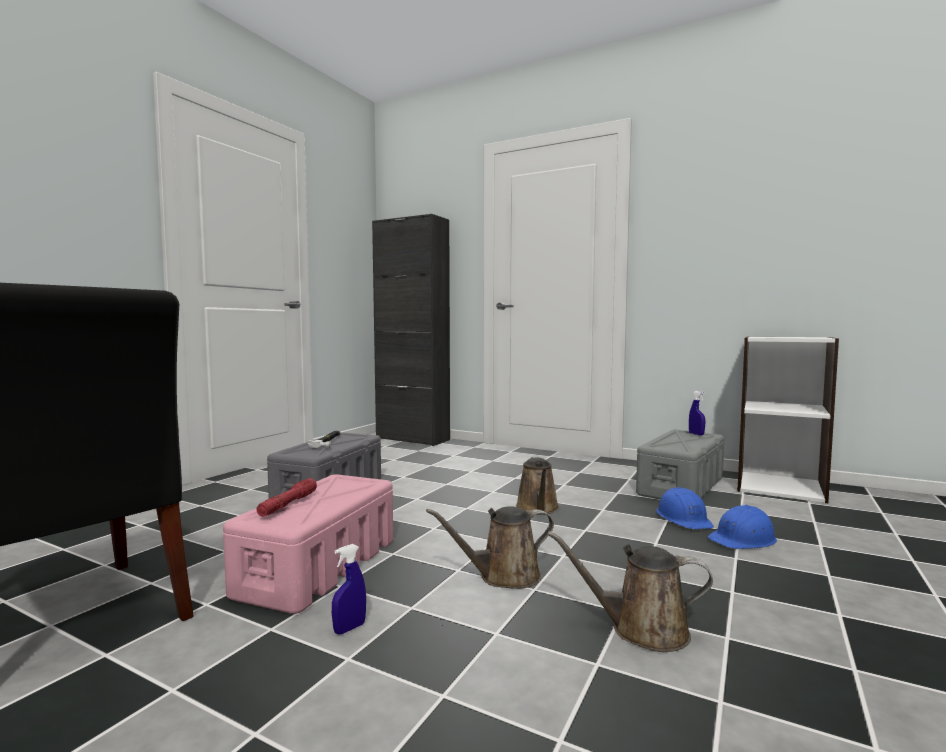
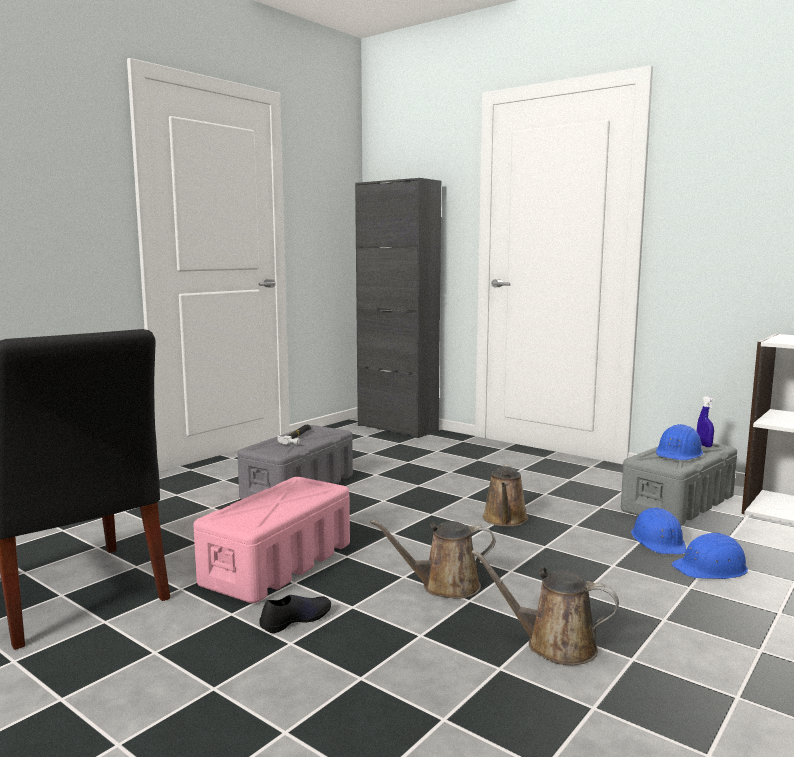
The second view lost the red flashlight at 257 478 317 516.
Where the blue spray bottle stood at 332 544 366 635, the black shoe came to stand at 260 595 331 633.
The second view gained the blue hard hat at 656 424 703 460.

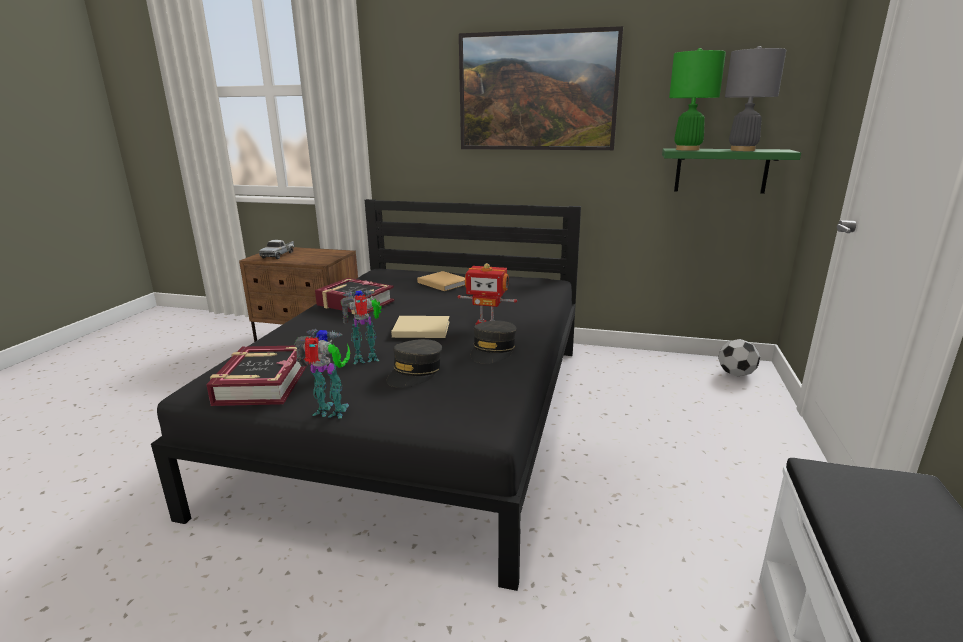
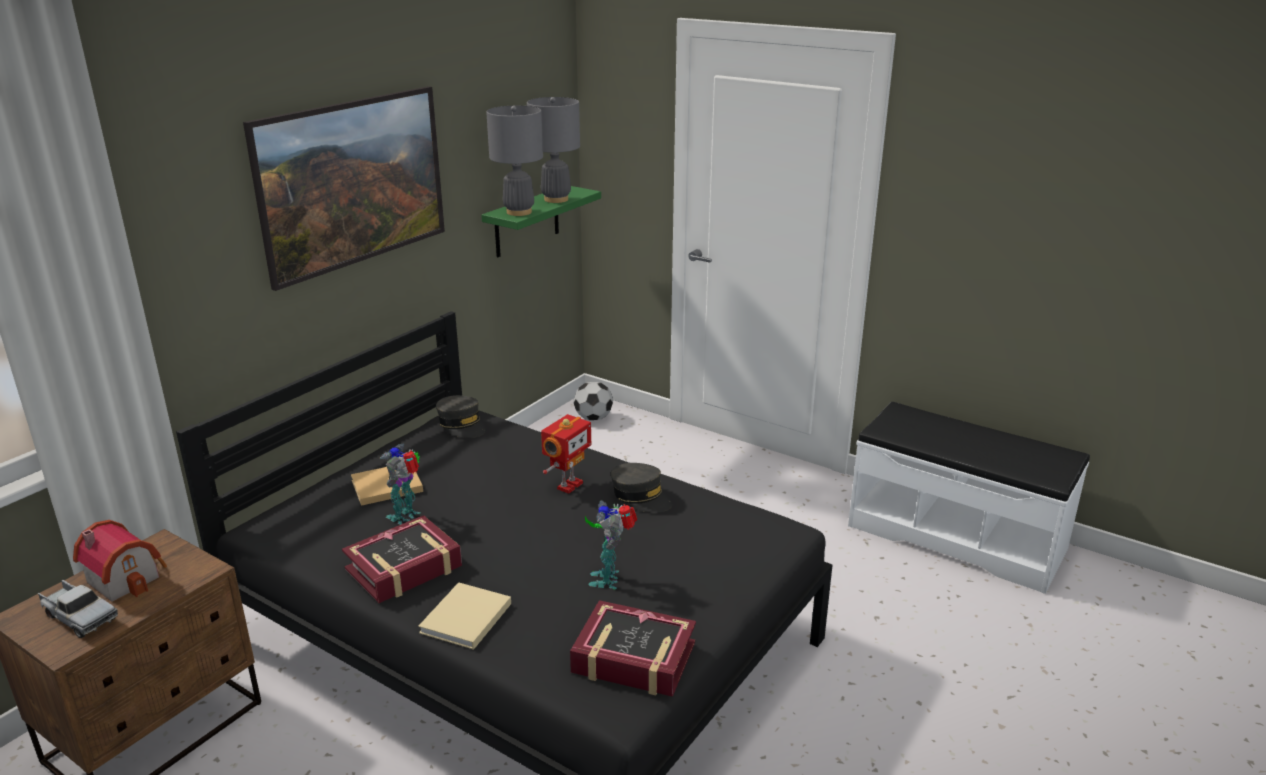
What was the green table lamp at 669 48 726 151 turned into the grey table lamp at 486 106 543 216.
The beige book ended up elsewhere, having gone from 391 316 450 338 to 418 582 511 650.
The toy robot ended up elsewhere, having gone from 294 329 351 419 to 379 444 420 525.
The grey cap ended up elsewhere, having gone from 386 339 442 388 to 436 395 486 438.
The second view gained the toy house at 73 520 167 602.

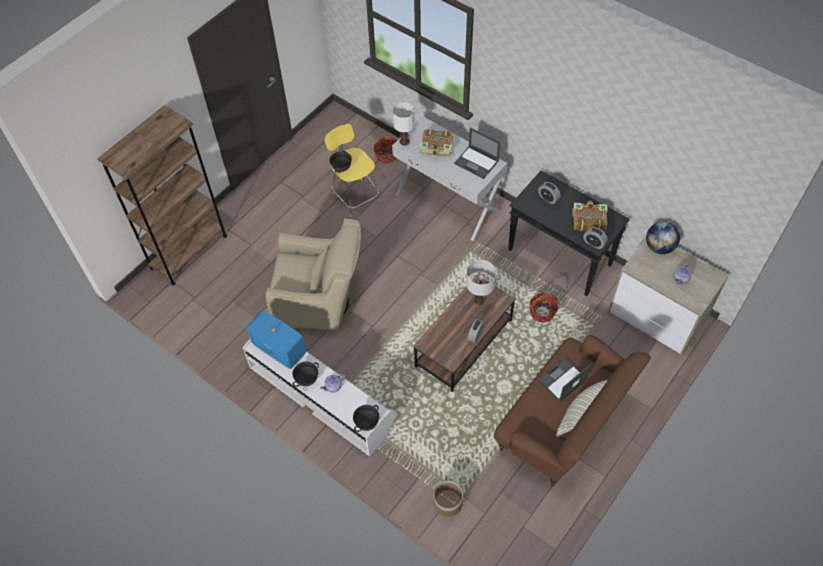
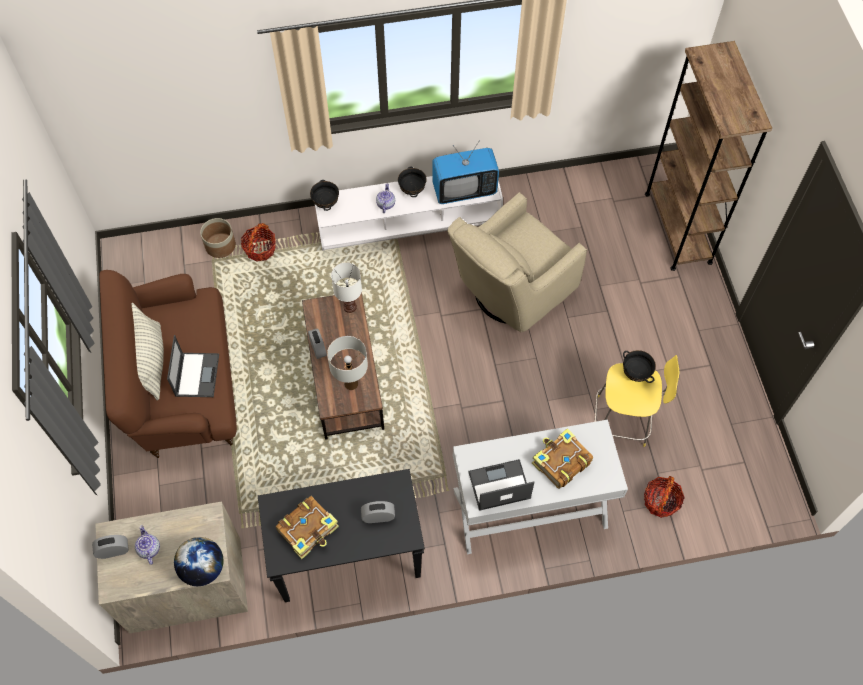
The white table lamp ended up elsewhere, having gone from 393 102 415 146 to 331 262 362 313.
The alarm clock ended up elsewhere, having gone from 583 227 608 249 to 92 535 129 559.
The basket ended up elsewhere, having gone from 529 293 558 322 to 241 223 276 262.

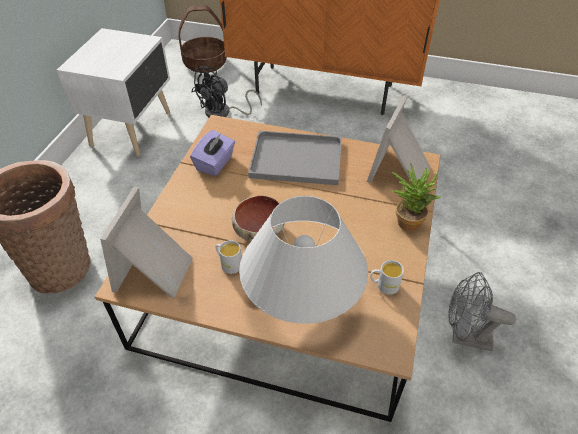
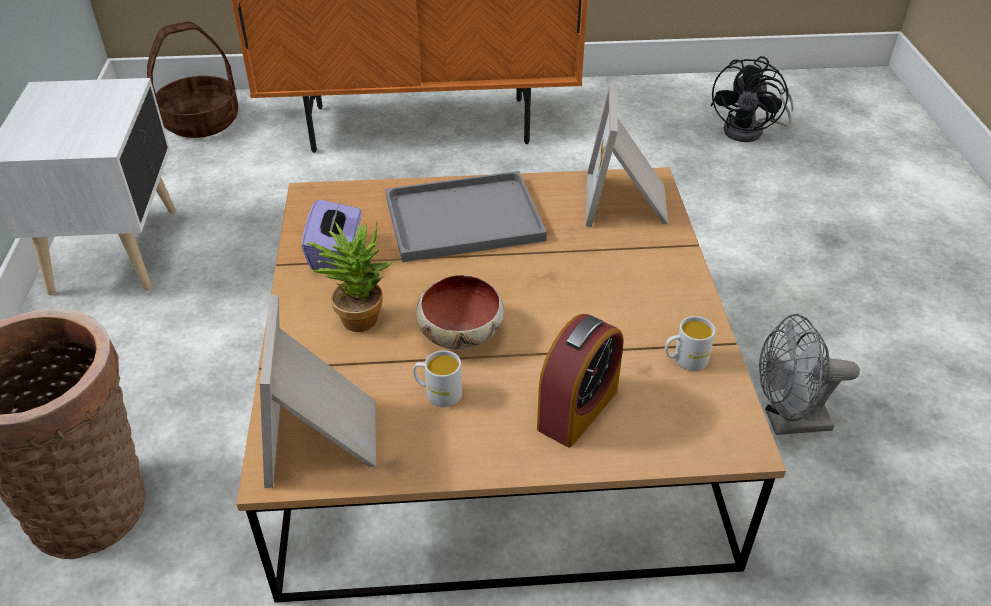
The black fan ended up elsewhere, having gone from 192 66 262 117 to 711 56 794 142.
The potted plant ended up elsewhere, having gone from 391 164 440 231 to 306 221 392 332.
Where the white table lamp stood at 239 196 368 324, the alarm clock came to stand at 537 314 624 447.

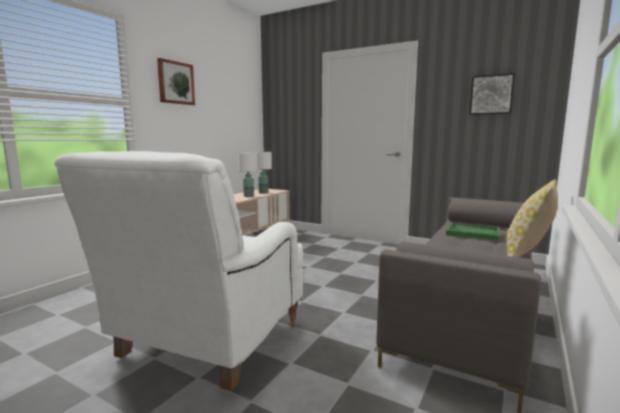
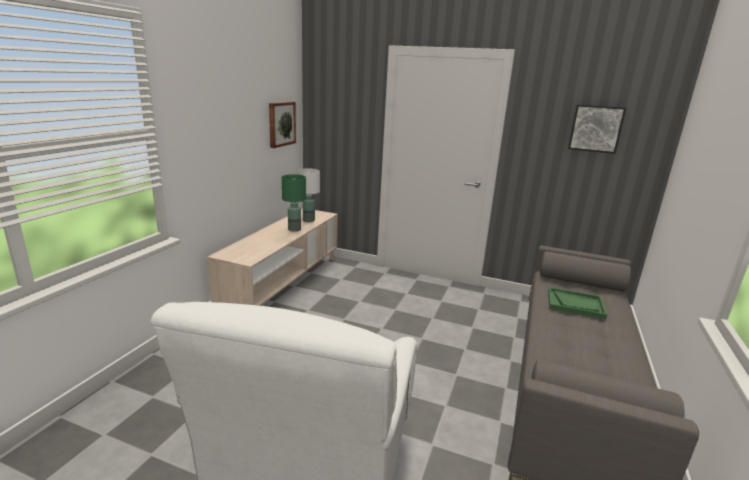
The picture ended up elsewhere, having gone from 157 58 195 105 to 269 102 296 148.
What was the white table lamp at 238 153 258 197 turned into the green table lamp at 282 174 306 232.
The second view lost the pillow at 507 179 558 257.

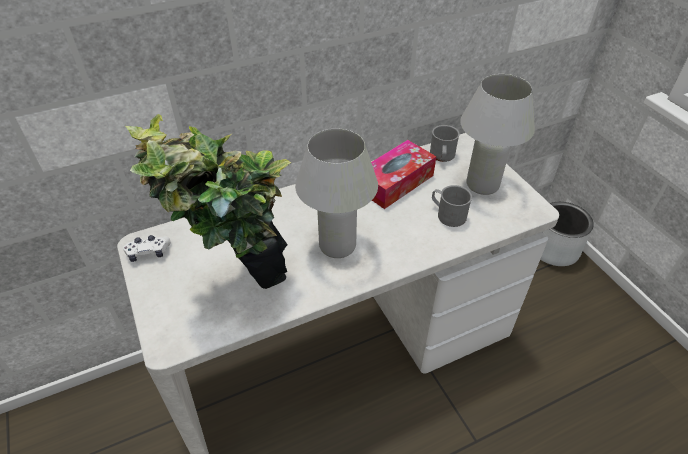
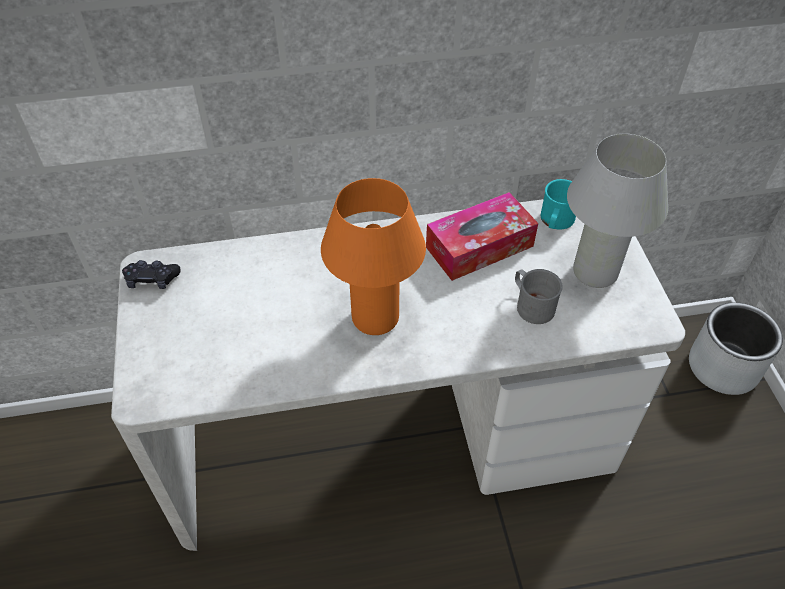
The second view lost the potted plant at 125 114 291 289.
What was the grey mug at 430 125 460 162 turned into the turquoise mug at 541 179 576 230.
What was the white table lamp at 295 129 378 258 turned into the orange table lamp at 321 178 426 335.
What was the white game controller at 123 235 171 262 turned into the black game controller at 122 260 180 289.

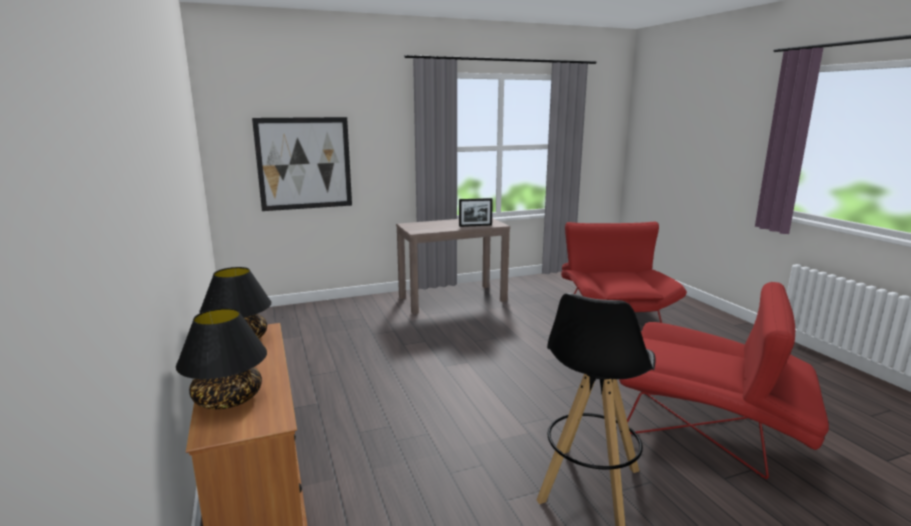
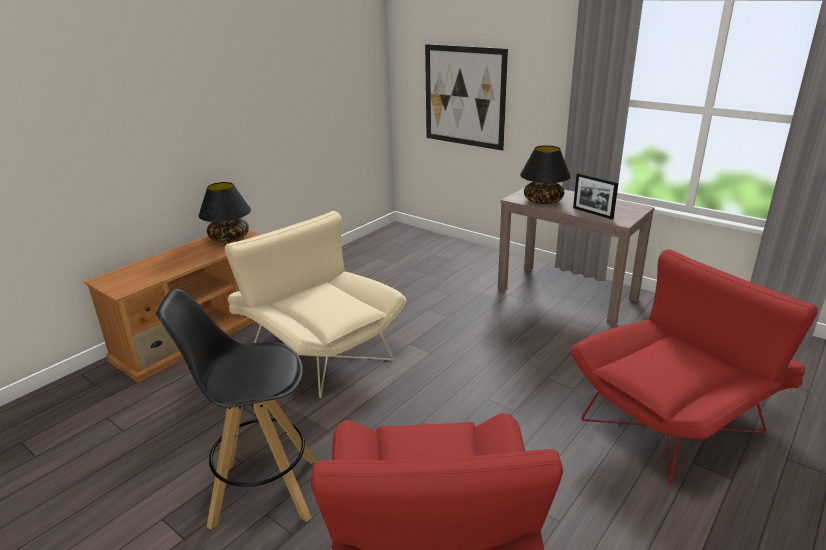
The black table lamp ended up elsewhere, having gone from 176 308 267 409 to 520 145 571 204.
The second view gained the beige armchair at 225 211 406 398.

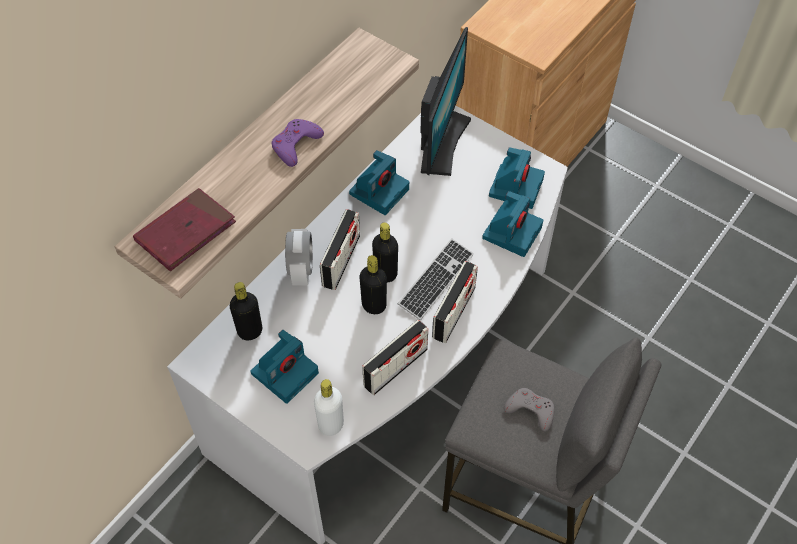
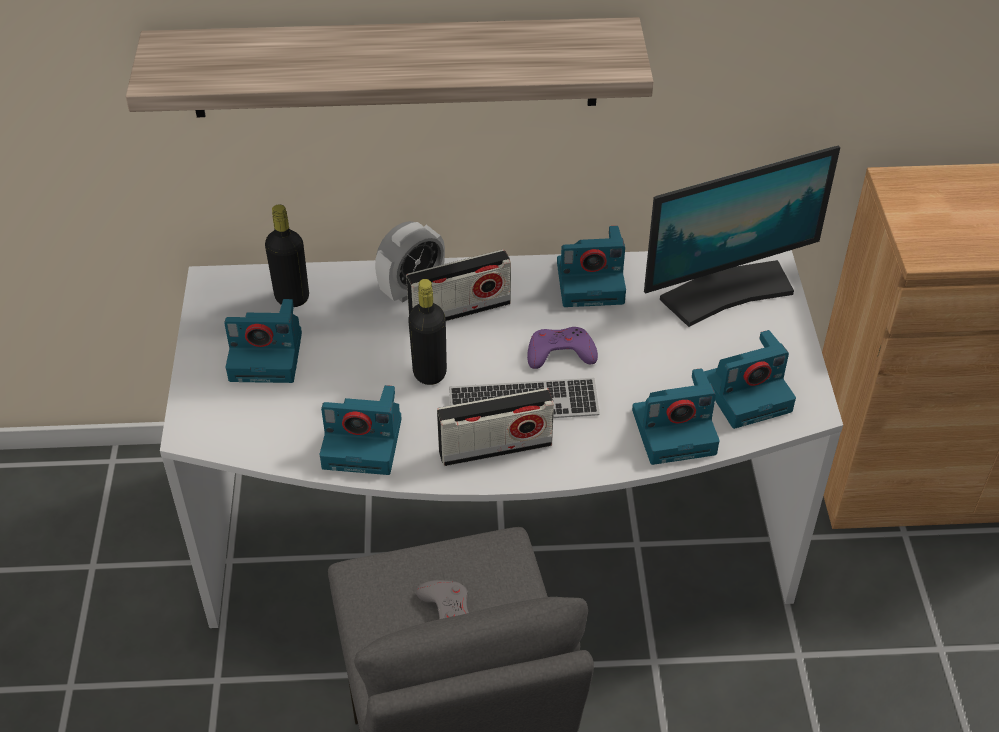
The purple game controller ended up elsewhere, having gone from 271 119 324 167 to 527 327 598 369.
The second view lost the red book at 133 188 236 271.
The second view lost the black bottle at 372 222 398 282.
Where the radio stood at 362 320 428 395, the photo camera came to stand at 320 385 402 475.
The second view lost the white bottle at 314 379 344 436.

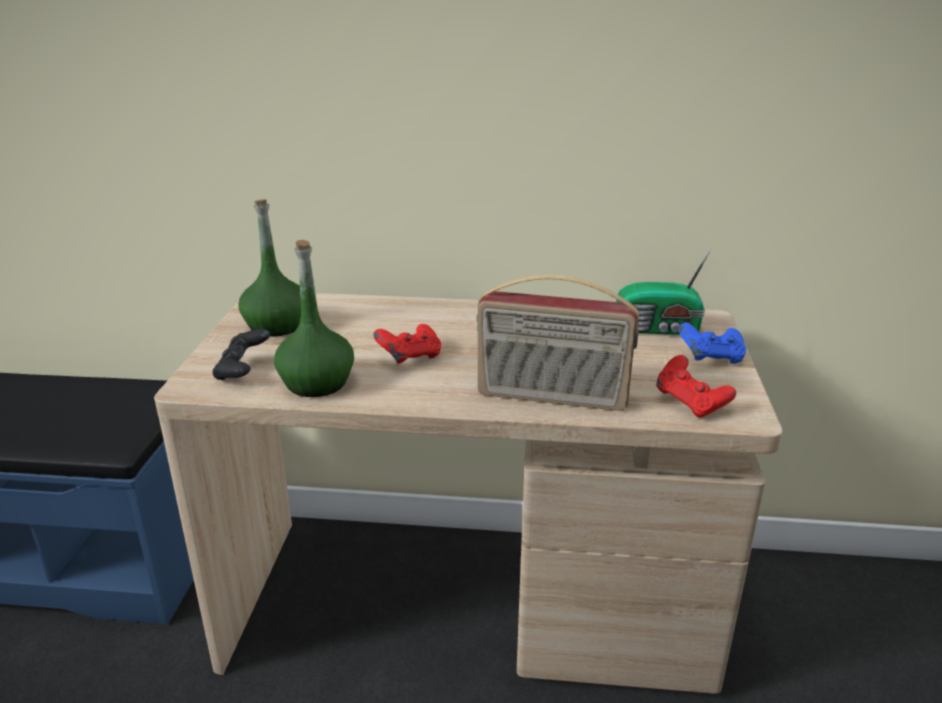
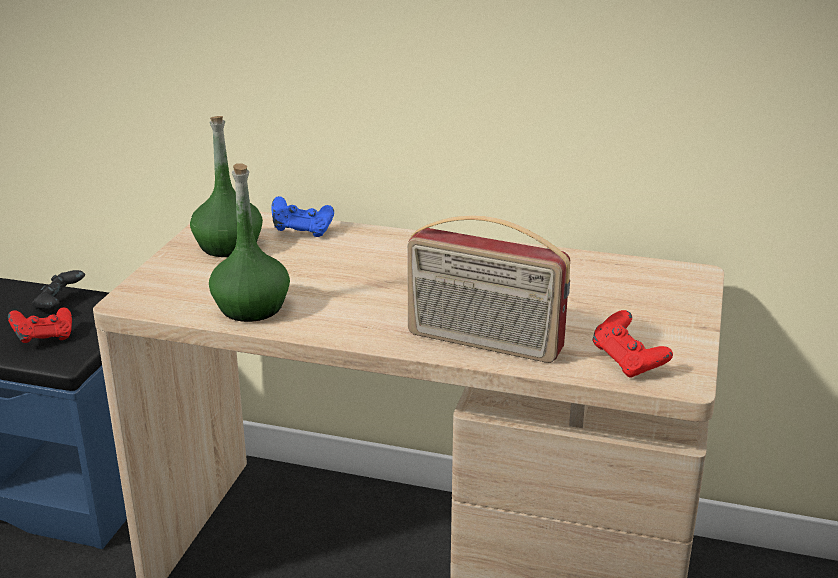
The second view lost the radio at 616 248 712 335.
The blue game controller ended up elsewhere, having gone from 679 323 746 364 to 271 196 334 237.
The red game controller ended up elsewhere, having gone from 373 324 441 364 to 8 308 72 343.
The black game controller ended up elsewhere, having gone from 212 329 271 380 to 32 270 85 310.

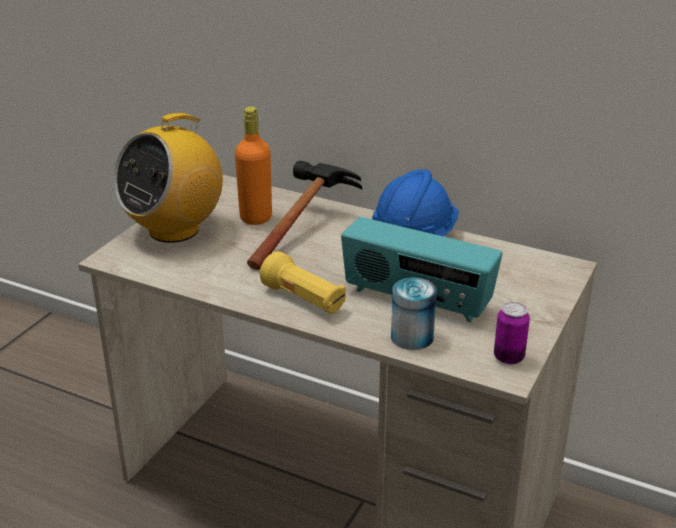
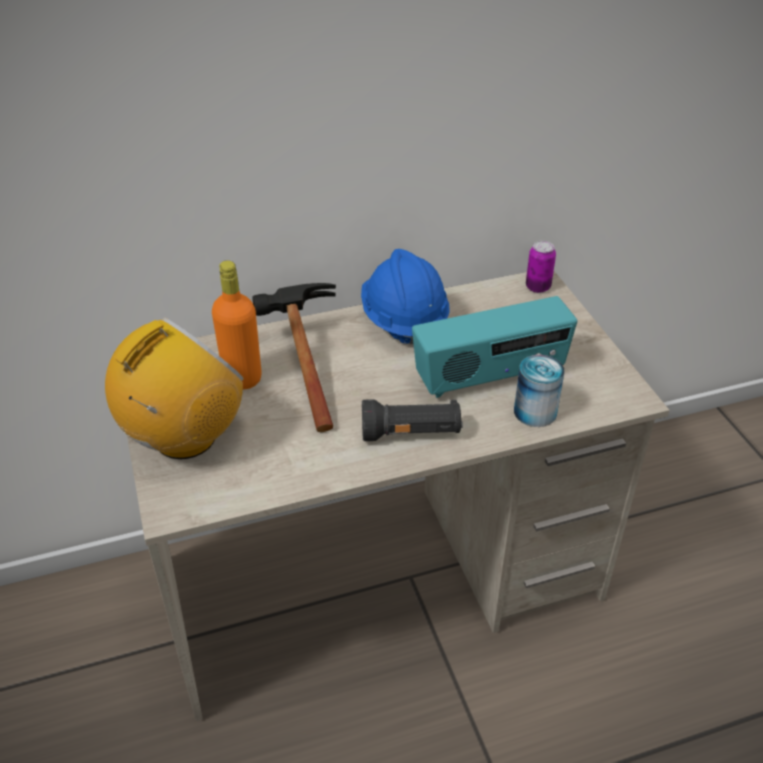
The radio at 113 113 223 243 ended up facing another way, 135 degrees counterclockwise from before.
What was the yellow flashlight at 260 251 345 314 turned into the black flashlight at 362 399 463 441.
The can ended up elsewhere, having gone from 494 302 530 365 to 526 241 556 293.

